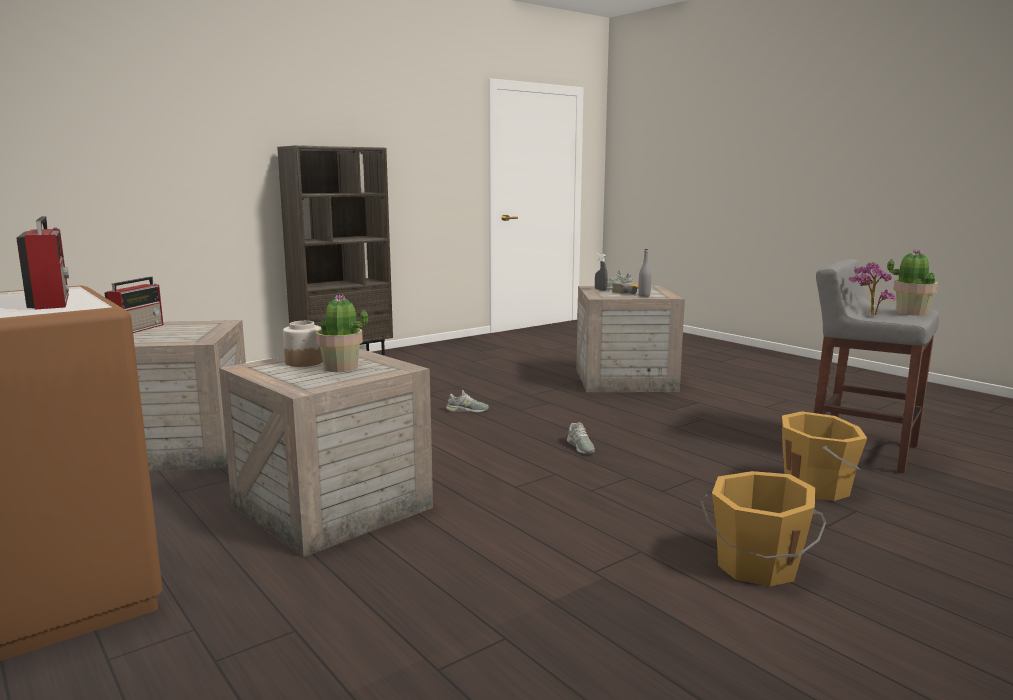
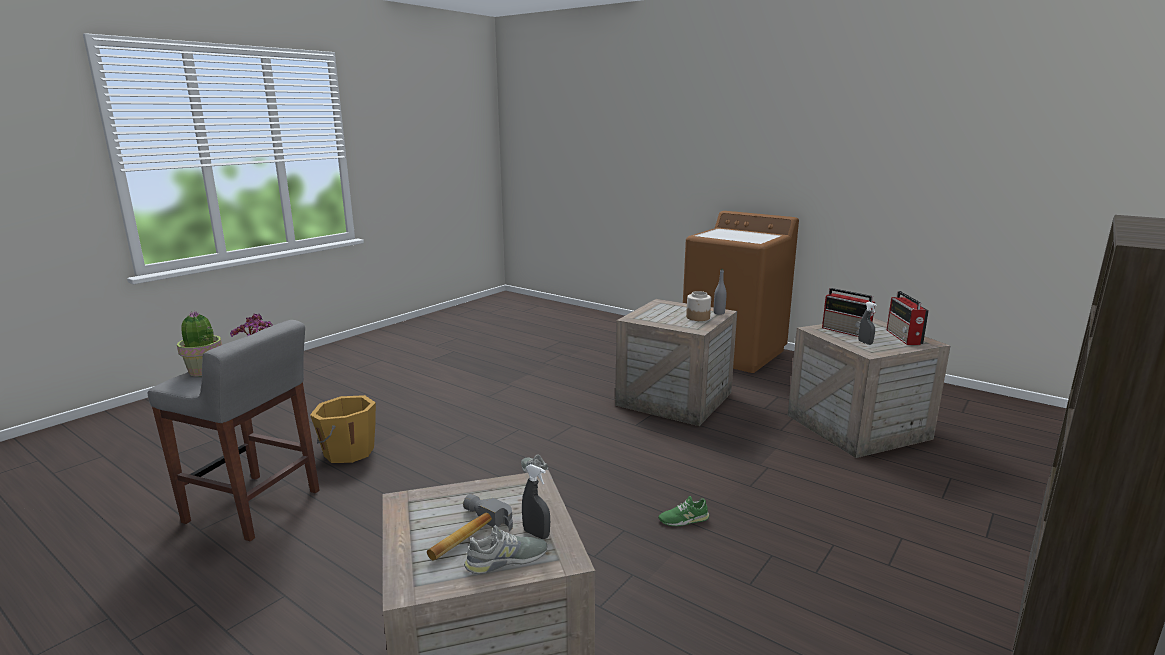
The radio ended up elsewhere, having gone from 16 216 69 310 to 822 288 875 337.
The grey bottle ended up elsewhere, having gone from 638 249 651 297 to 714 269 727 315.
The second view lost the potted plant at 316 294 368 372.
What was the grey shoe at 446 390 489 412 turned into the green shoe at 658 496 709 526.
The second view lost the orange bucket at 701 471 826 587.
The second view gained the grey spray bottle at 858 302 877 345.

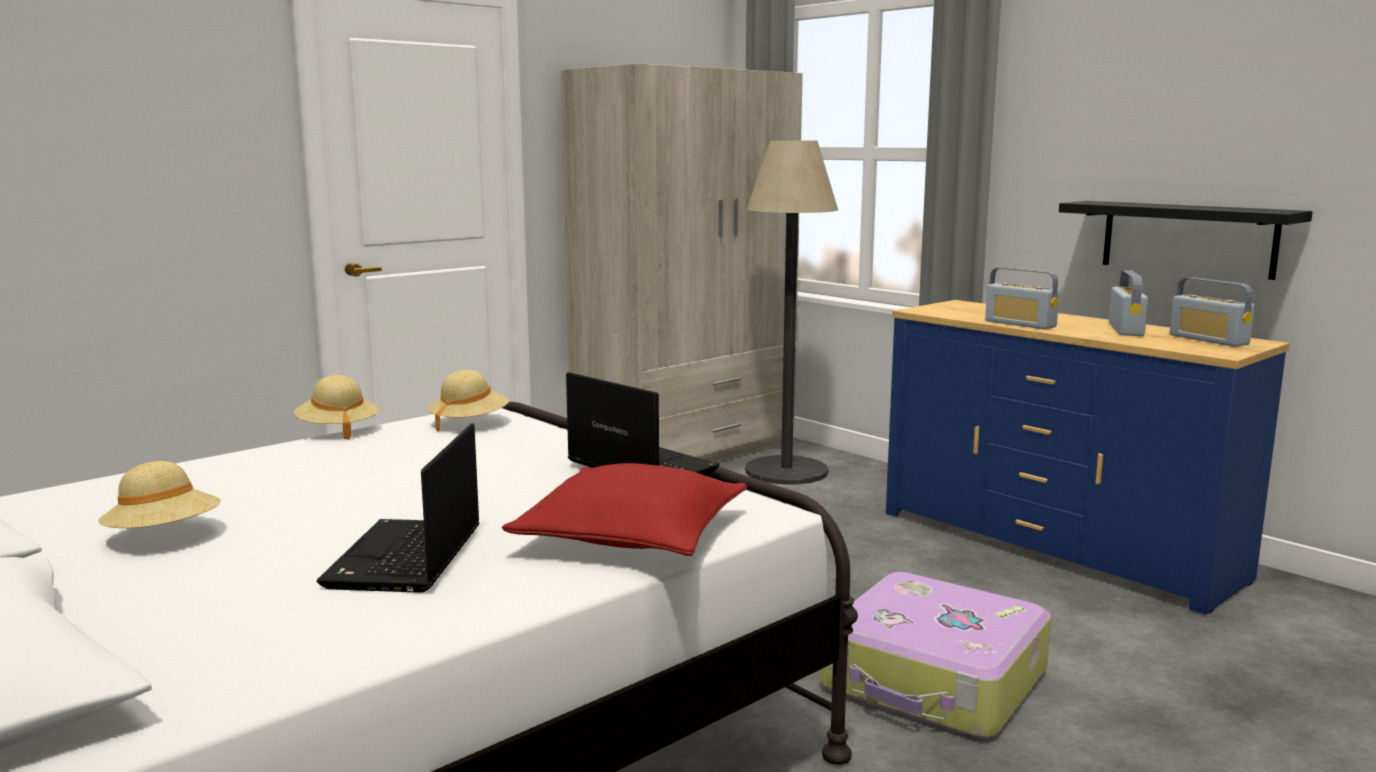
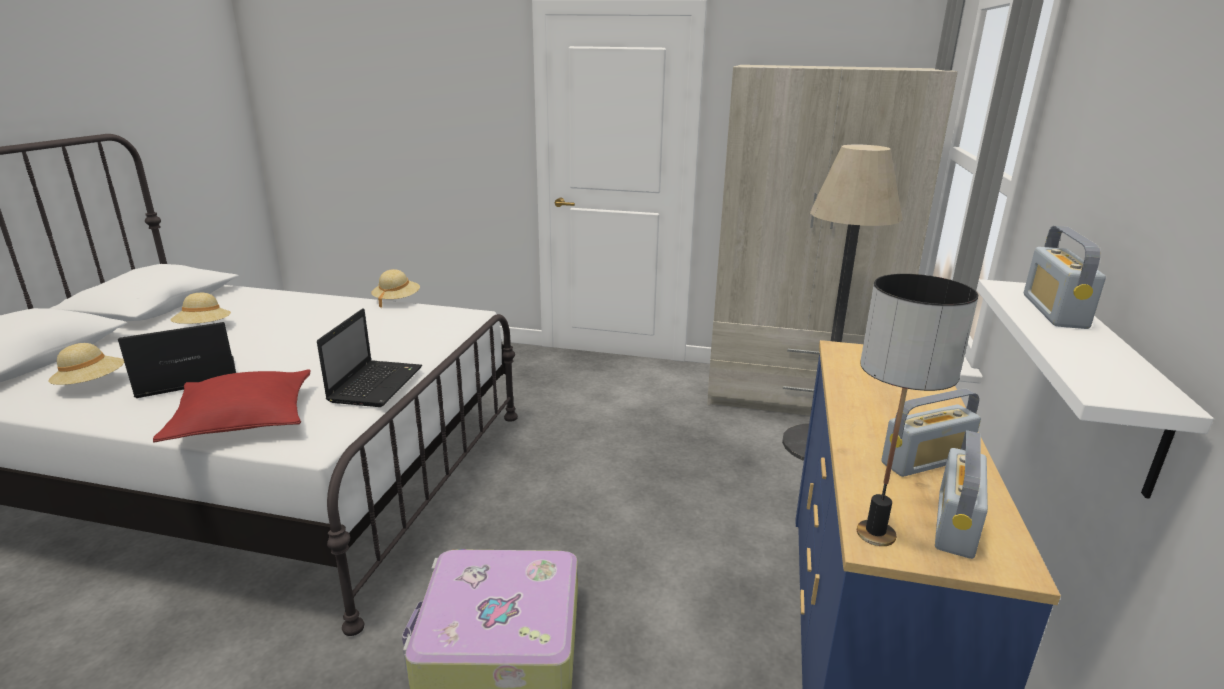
What was the black shelf at 1059 201 1313 280 turned into the white shelf at 977 279 1214 499.
The radio ended up elsewhere, having gone from 985 267 1059 329 to 1024 226 1106 329.
The beige hat ended up elsewhere, having gone from 428 370 509 432 to 48 343 124 385.
The second view gained the table lamp at 857 274 978 546.

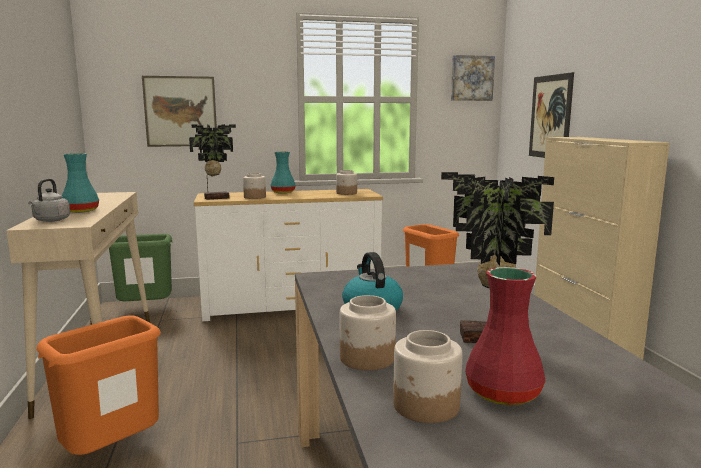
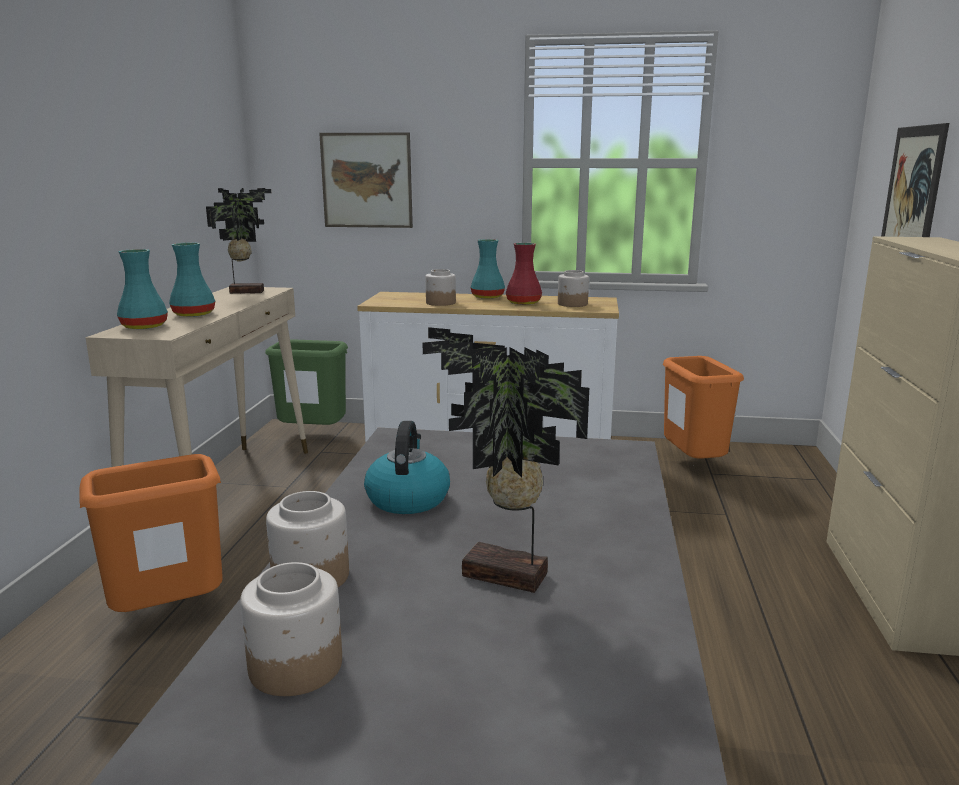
The second view lost the picture at 451 55 495 101.
The potted plant ended up elsewhere, having gone from 189 124 236 200 to 206 188 271 294.
Where the grey kettle stood at 28 179 70 222, the turquoise vase came to stand at 117 249 168 329.
The red vase ended up elsewhere, having gone from 465 267 545 406 to 506 243 542 305.

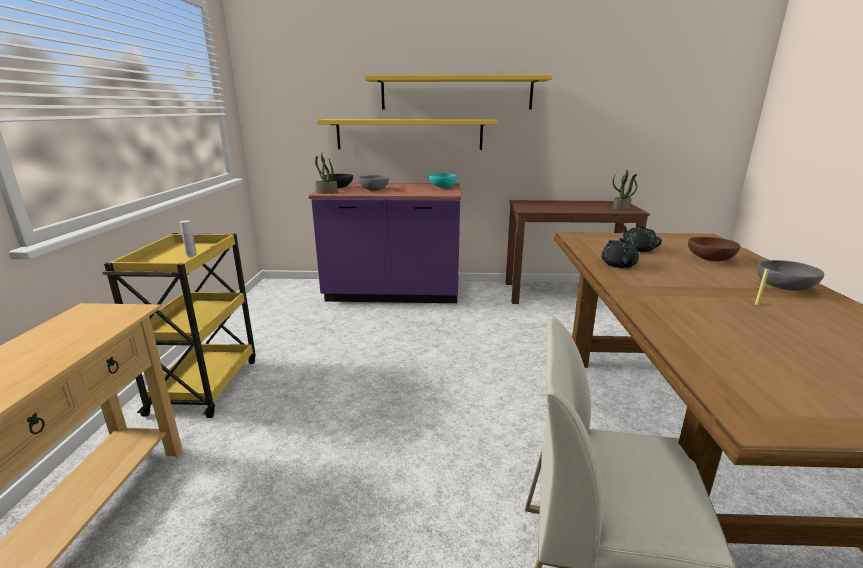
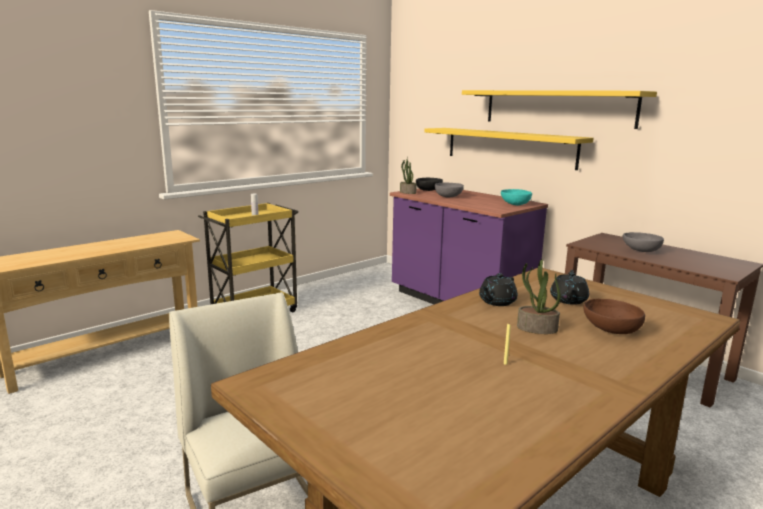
The potted plant ended up elsewhere, having gone from 613 170 637 210 to 517 259 561 334.
The grey bowl ended up elsewhere, having gone from 757 260 824 291 to 623 232 664 252.

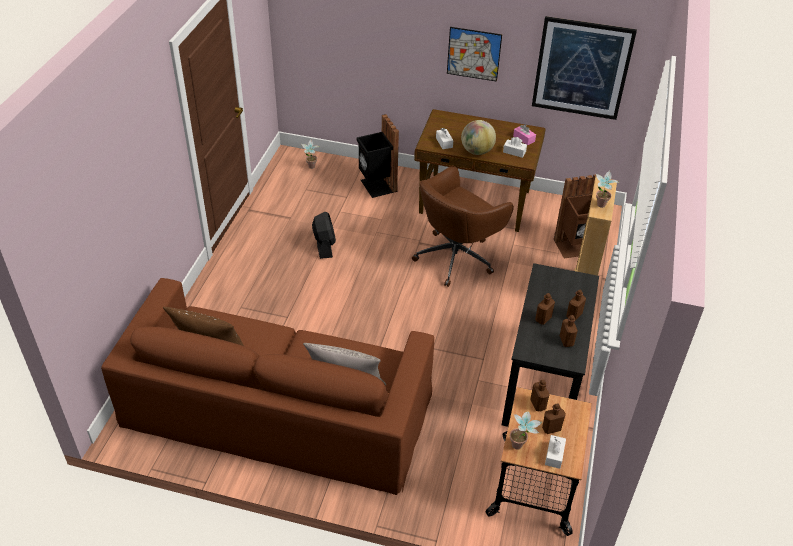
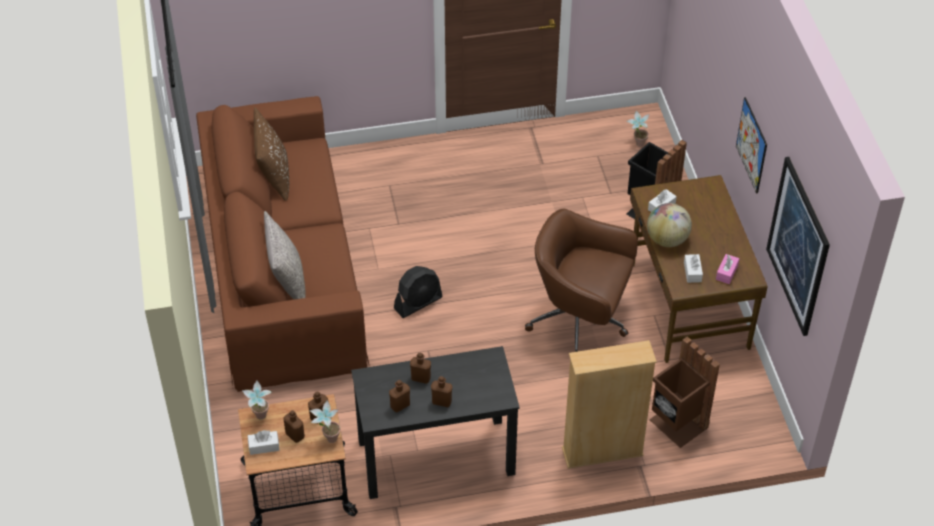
The potted plant ended up elsewhere, having gone from 596 170 619 208 to 310 400 341 443.
The black fan ended up elsewhere, having gone from 312 212 336 259 to 394 266 443 318.

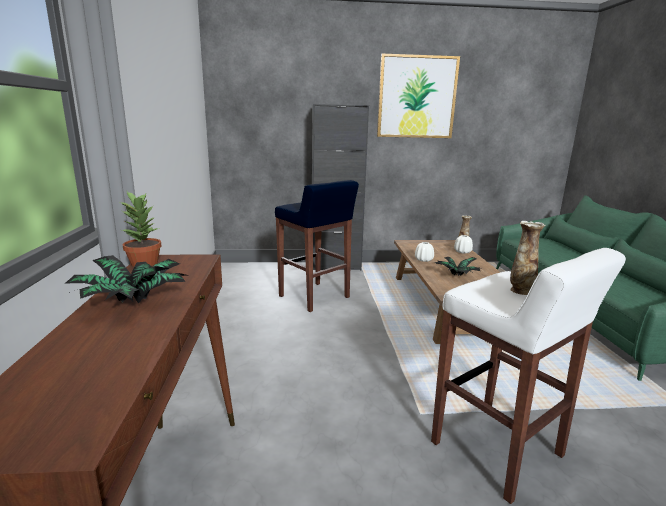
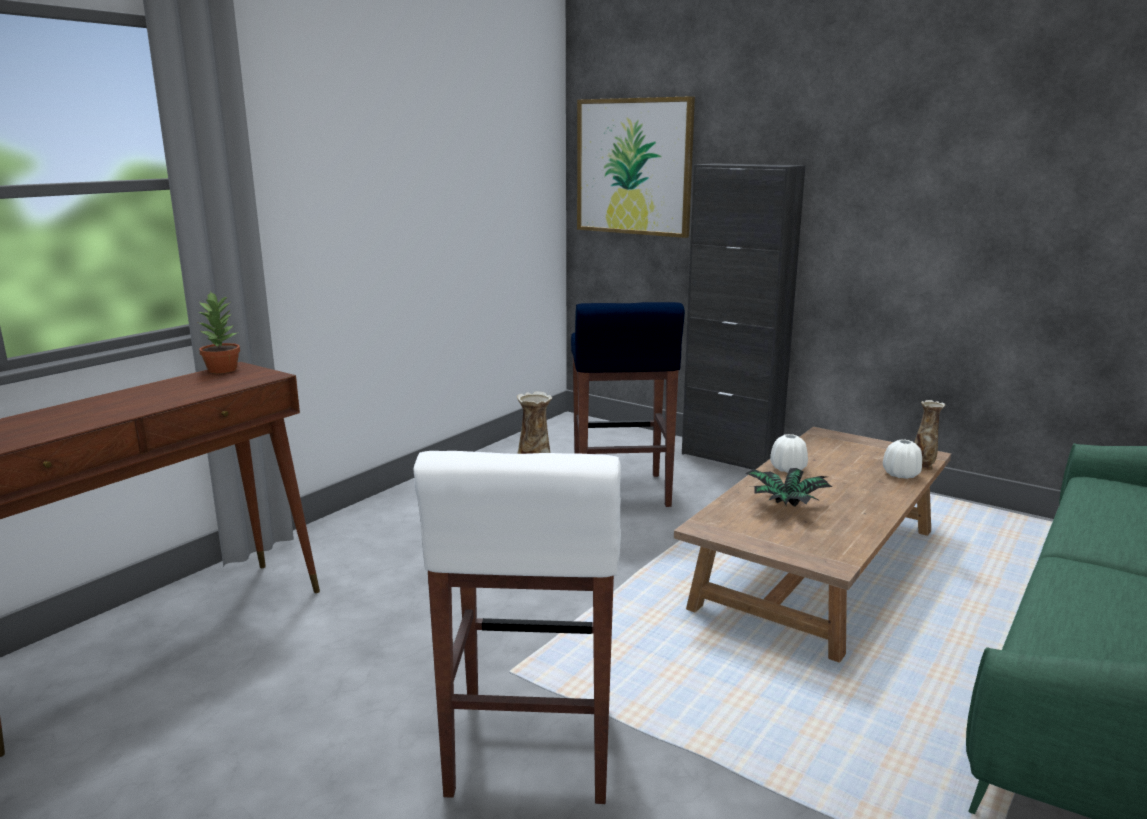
The picture ended up elsewhere, having gone from 377 53 460 138 to 577 96 695 238.
The second view lost the potted plant at 66 255 190 304.

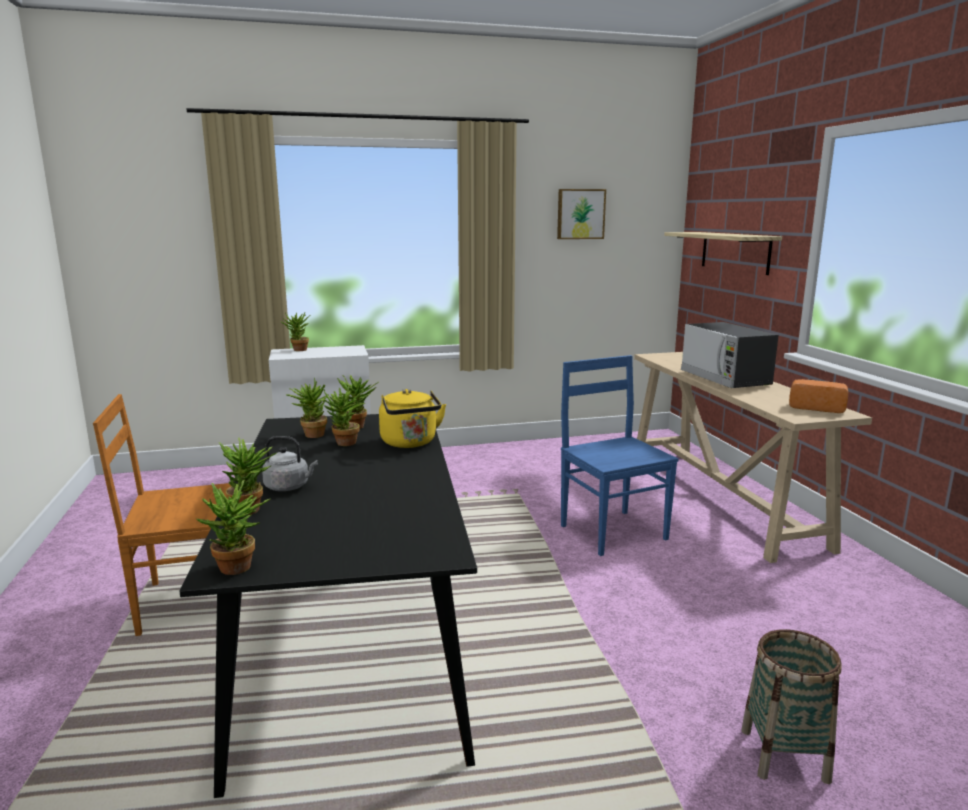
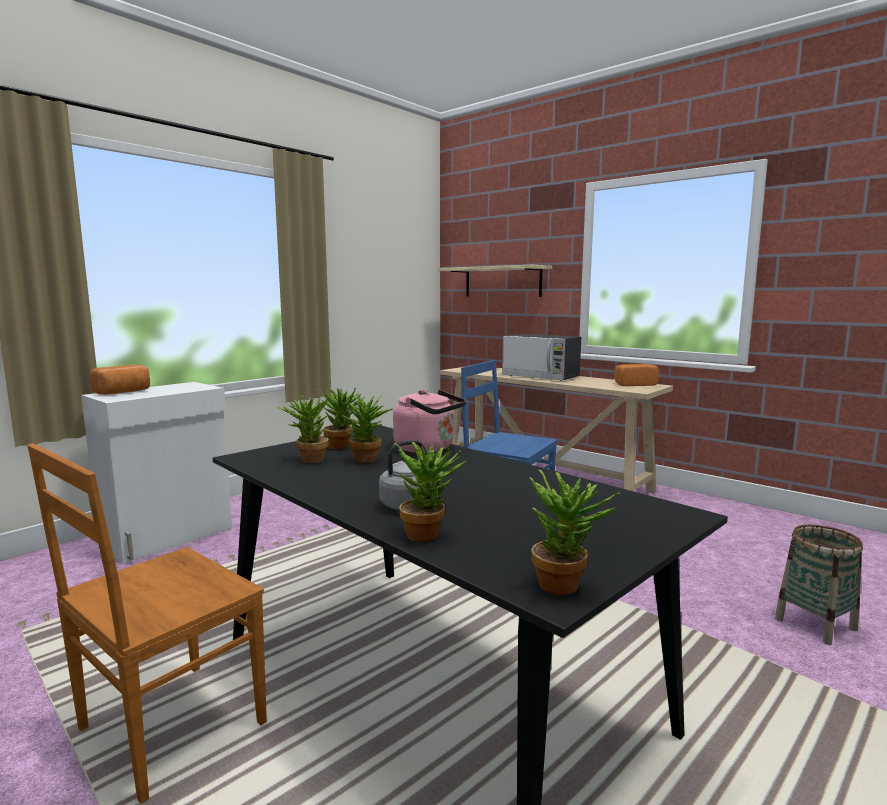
The second view lost the picture at 557 189 606 239.
Where the potted plant stood at 282 312 310 351, the bread came to stand at 90 365 150 395.
What was the yellow kettle at 379 389 446 448 turned into the pink kettle at 393 390 466 453.

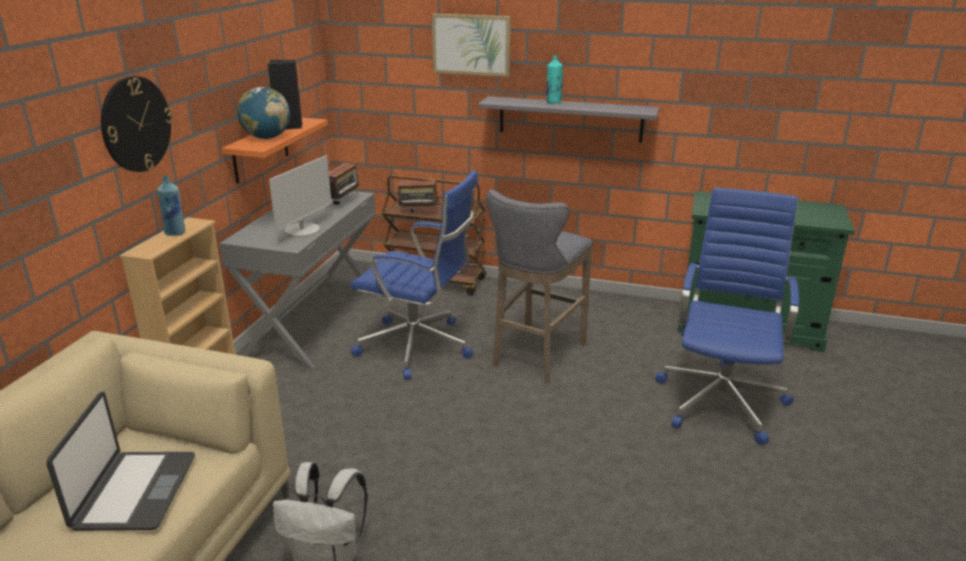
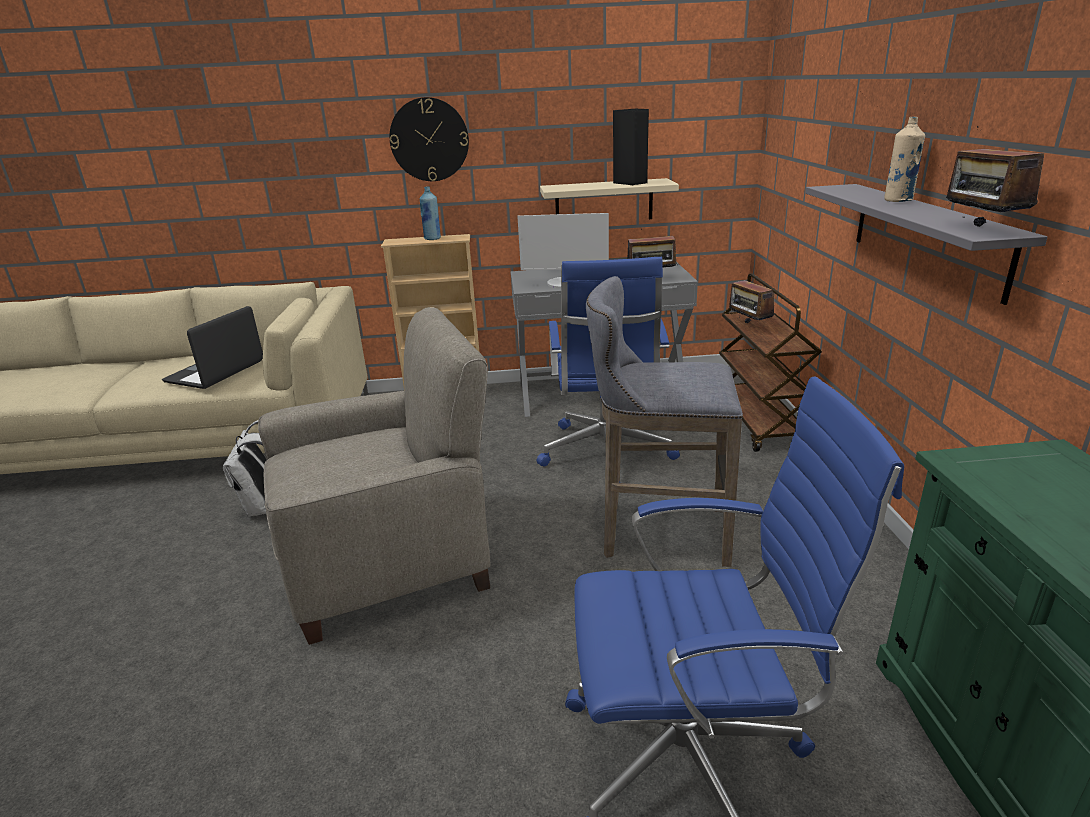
The second view lost the picture at 432 13 511 77.
What was the turquoise bottle at 546 55 563 104 turned into the beige bottle at 884 117 925 202.
The second view lost the globe at 237 87 290 139.
What was the orange shelf at 222 118 328 183 turned into the beige shelf at 540 178 679 219.
The laptop at 46 392 195 531 ended up facing another way, 135 degrees clockwise from before.
The second view gained the radio at 946 126 1044 227.
The second view gained the beige armchair at 258 307 491 645.

